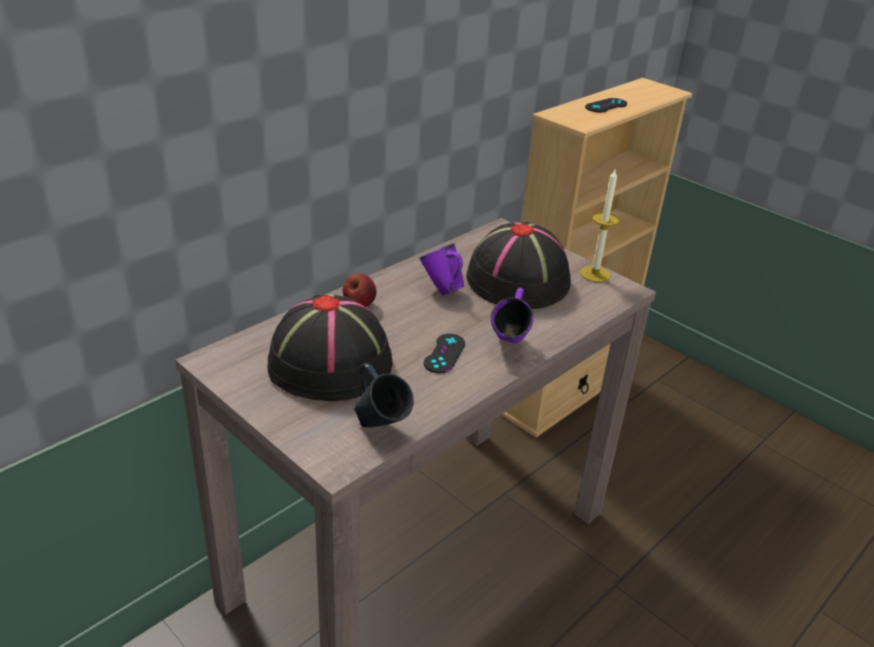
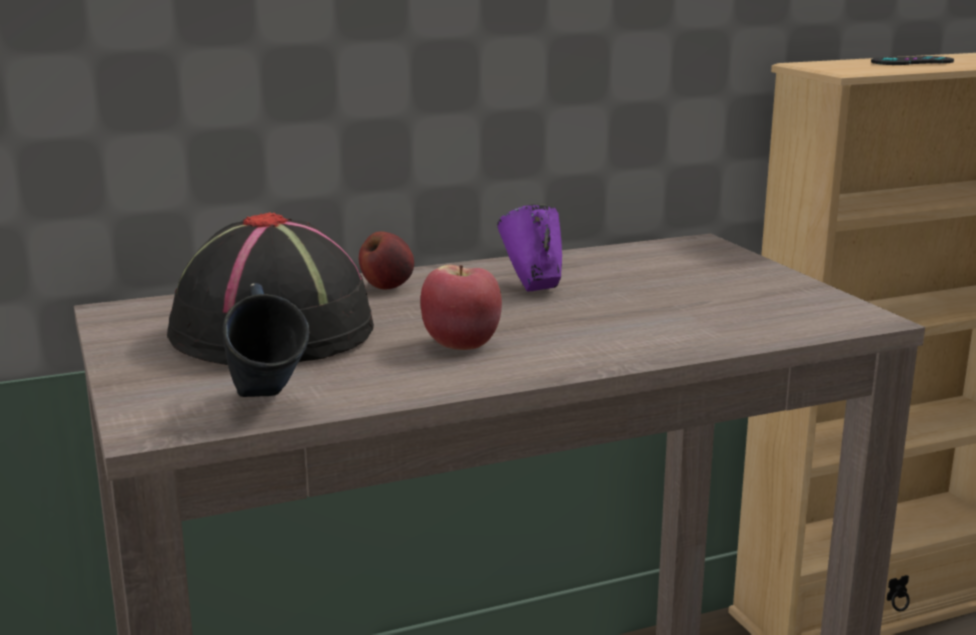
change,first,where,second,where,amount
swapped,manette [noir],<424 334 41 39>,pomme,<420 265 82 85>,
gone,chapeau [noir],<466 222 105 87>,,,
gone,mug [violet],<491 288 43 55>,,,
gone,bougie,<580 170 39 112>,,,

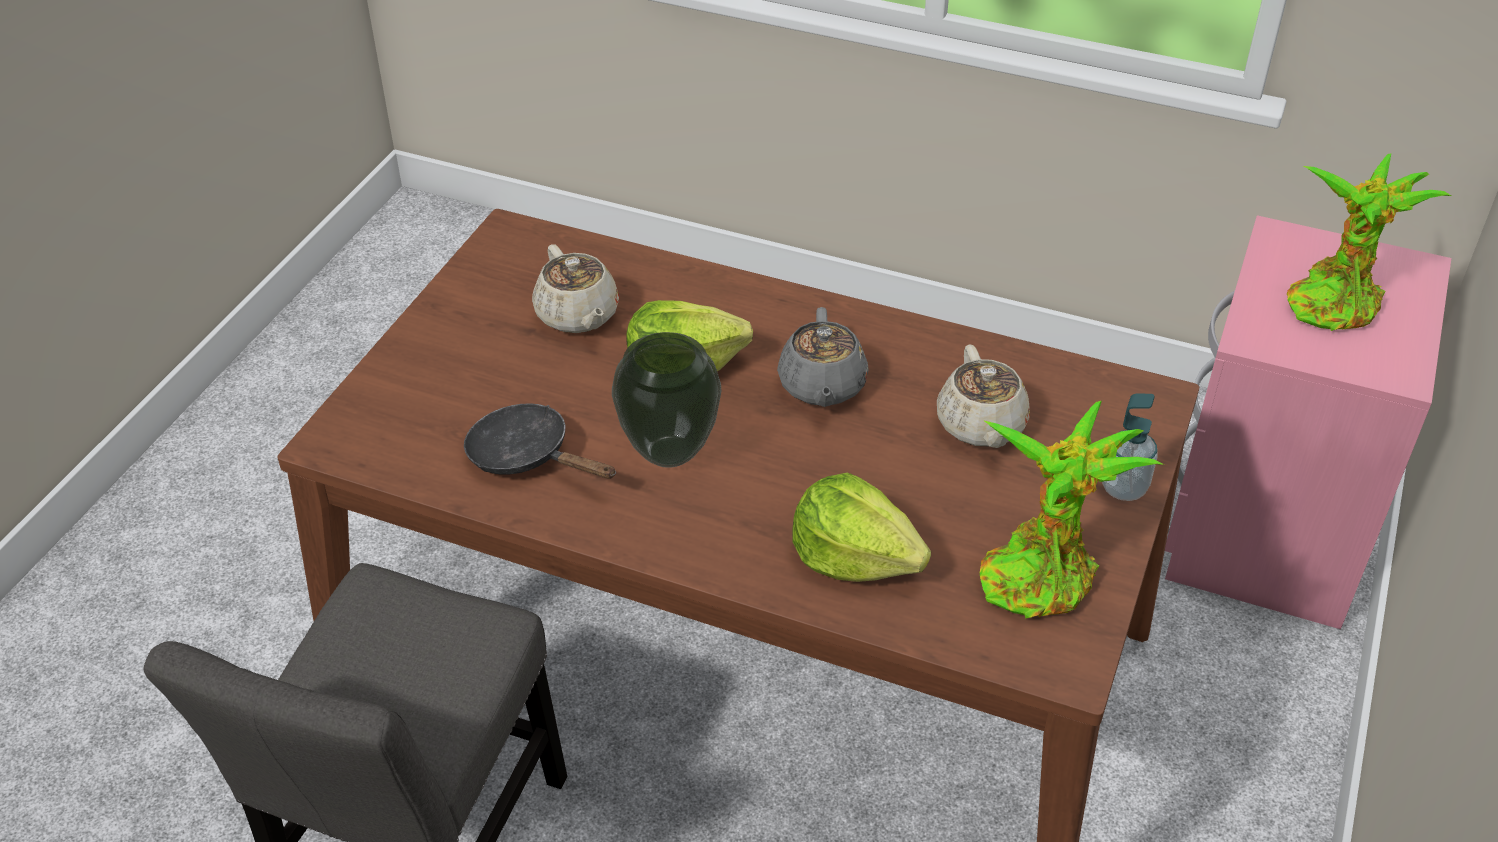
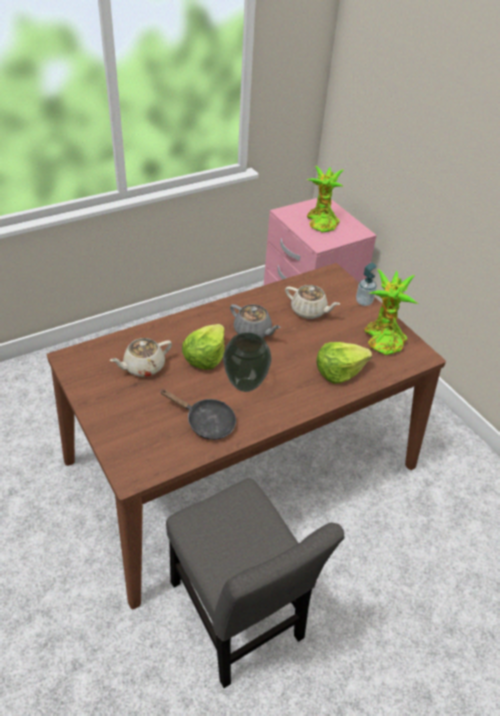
change,first,where,second,where,amount
rotated,théière [beige],<532 244 87 89>,,<110 338 62 39>,135 degrees clockwise
rotated,poêle [noir],<464 403 152 76>,,<160 389 76 51>,135 degrees counterclockwise

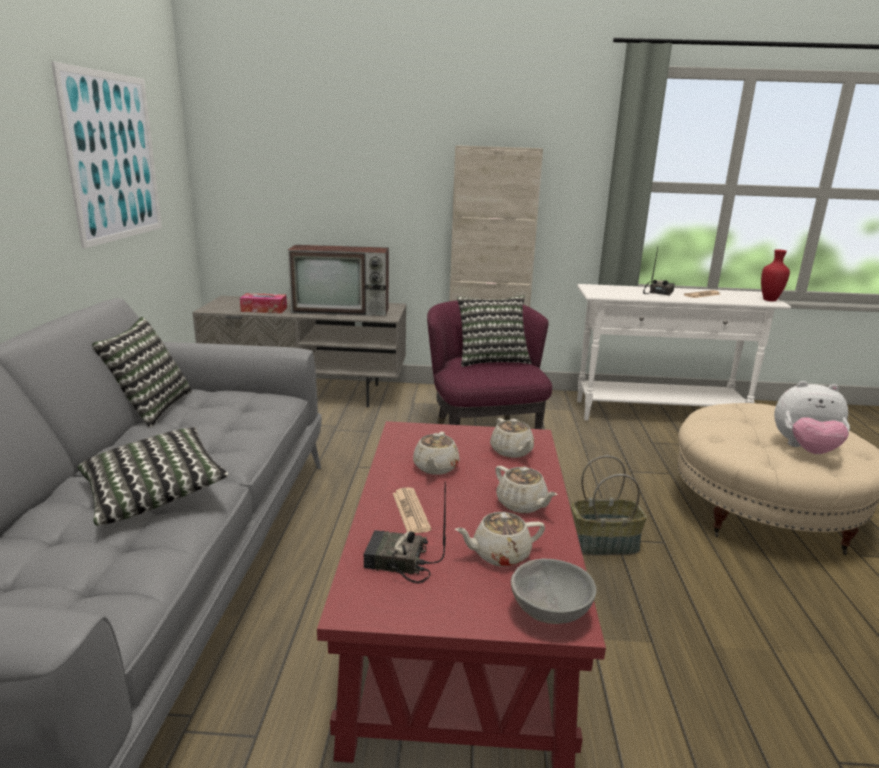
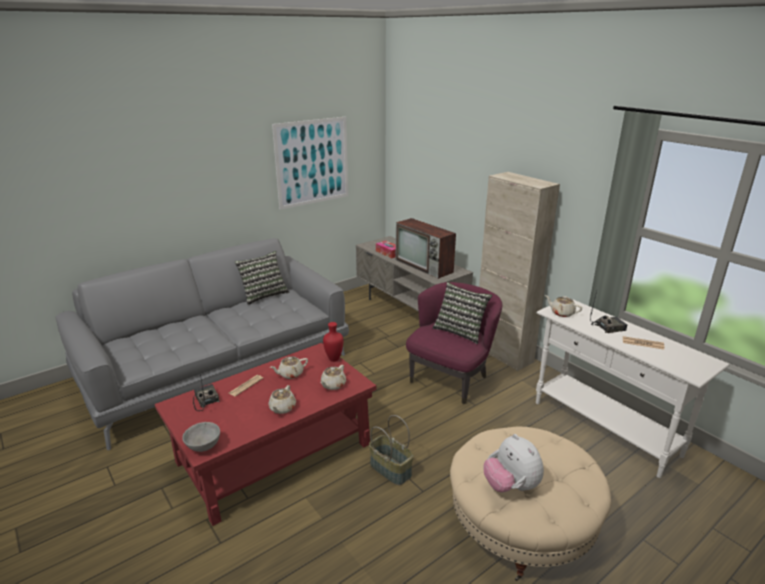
change,first,where,second,where,amount
shifted,vase [rouge],<761 249 29 52>,,<323 322 20 40>,
shifted,théière [beige],<455 512 90 55>,,<545 295 37 22>,
gone,coussin,<77 427 152 99>,,,

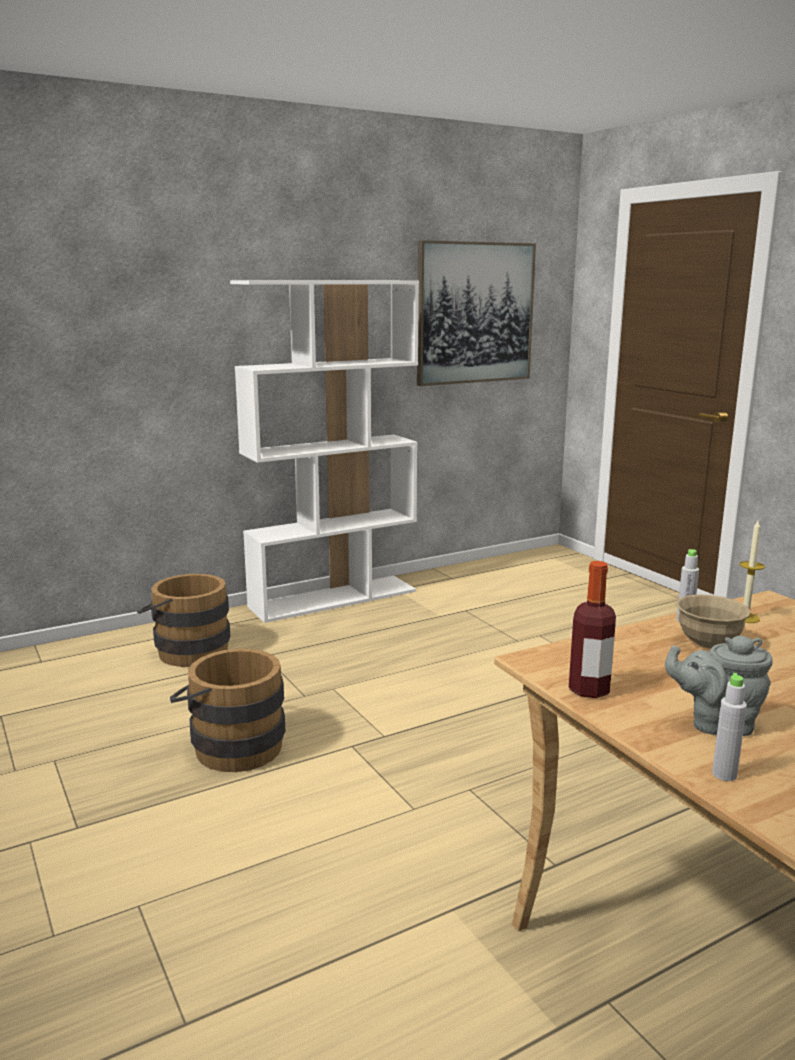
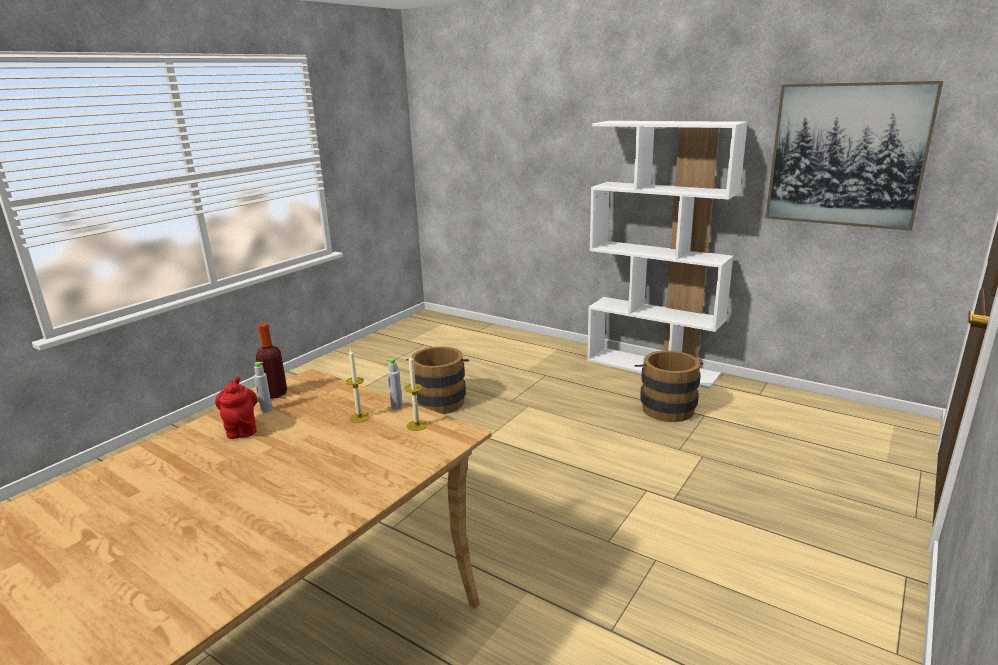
change,first,where,second,where,amount
repainted,théière [gris],<665 636 108 100>,théière [rouge],<215 376 43 63>,
shifted,bouteille [gris],<712 673 35 108>,,<254 362 19 51>,
swapped,bol [beige],<676 594 75 54>,bougie,<346 348 24 75>,
shifted,seau [marron],<137 574 93 93>,,<635 351 68 71>,

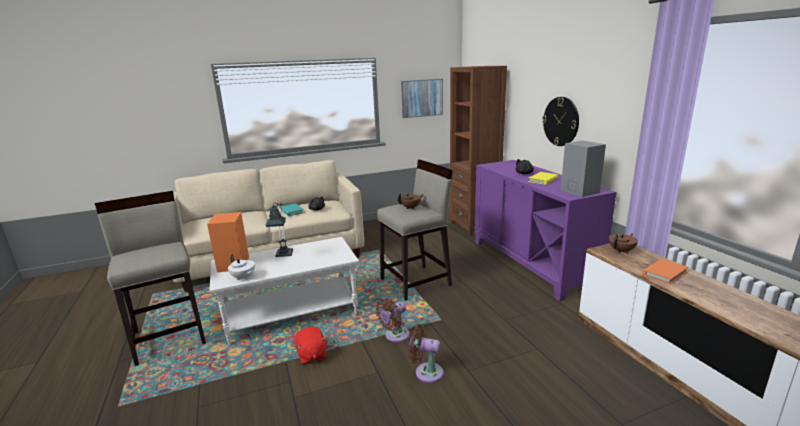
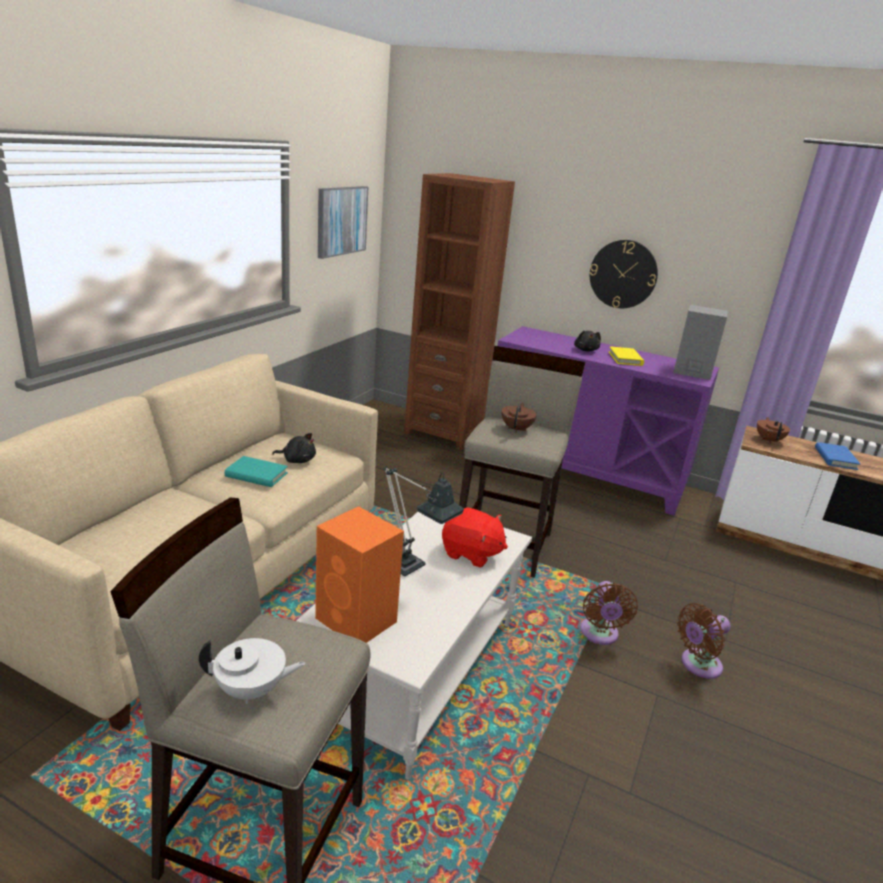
change,first,where,second,where,amount
shifted,théière [blanc],<228 254 27 26>,,<199 638 107 66>,
shifted,peluche [rouge],<295 327 33 37>,,<442 507 66 61>,
repainted,livre [orange],<642 259 46 26>,livre [bleu],<815 442 45 28>,

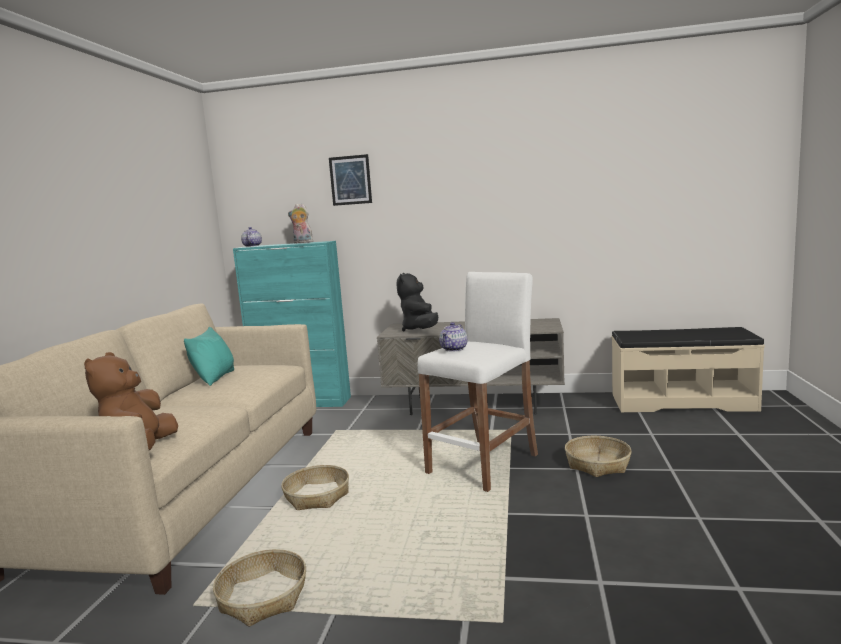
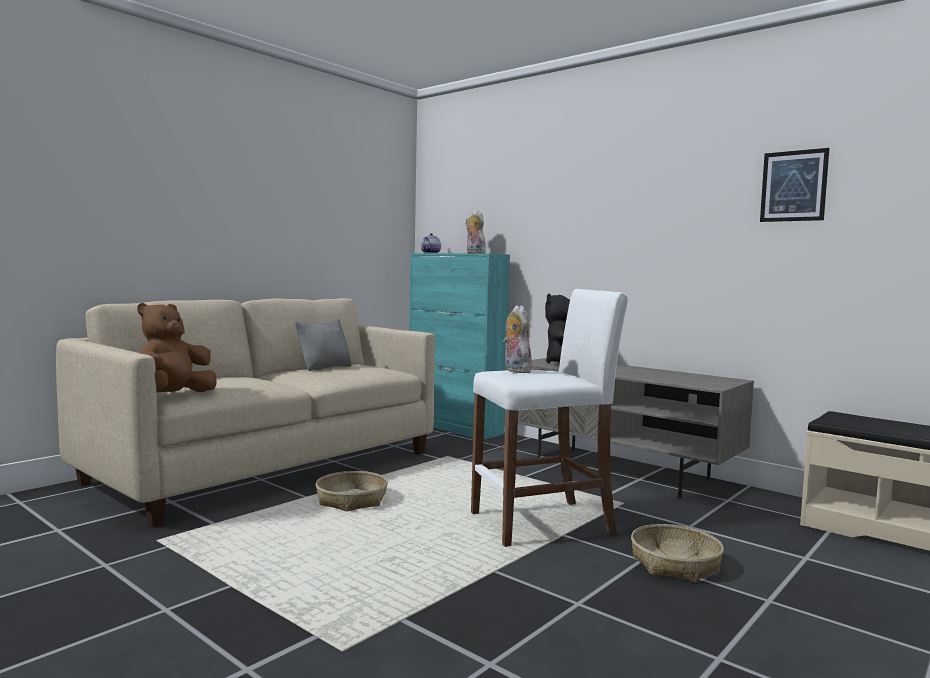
change,first,where,second,where,amount
repainted,coussin [turquoise],<184 327 50 59>,coussin [gris],<295 319 57 52>,
swapped,théière,<439 322 28 30>,peluche,<503 305 29 68>,
shifted,tableau,<329 154 43 52>,,<760 148 69 74>,
gone,panier,<213 549 93 78>,,,

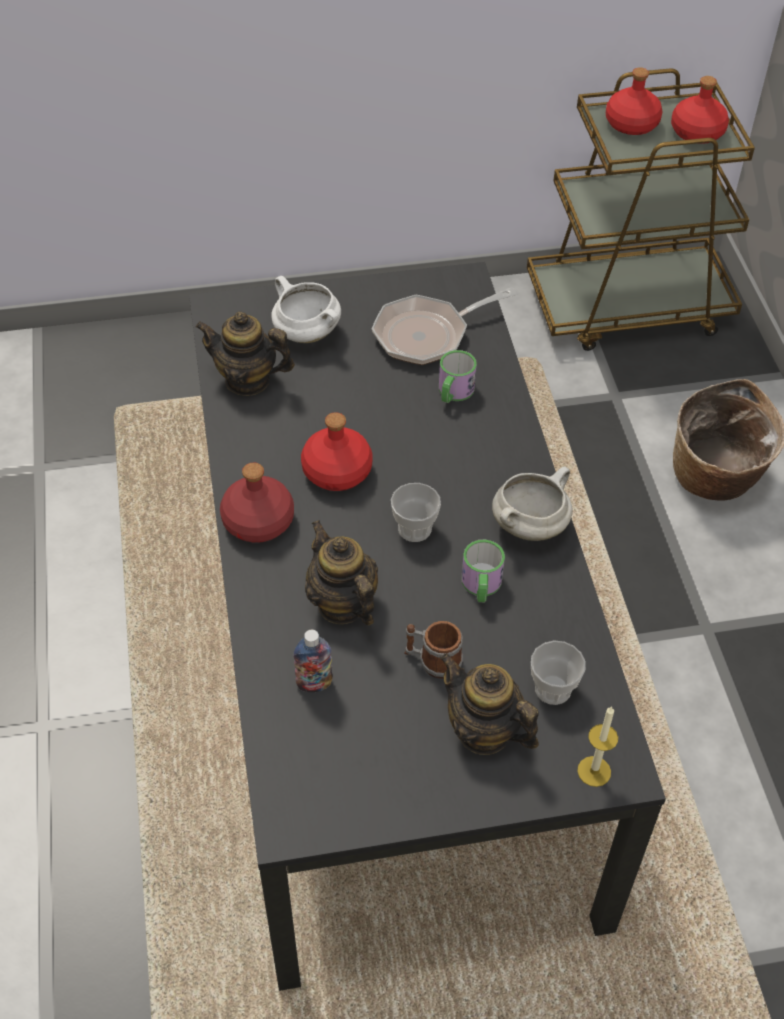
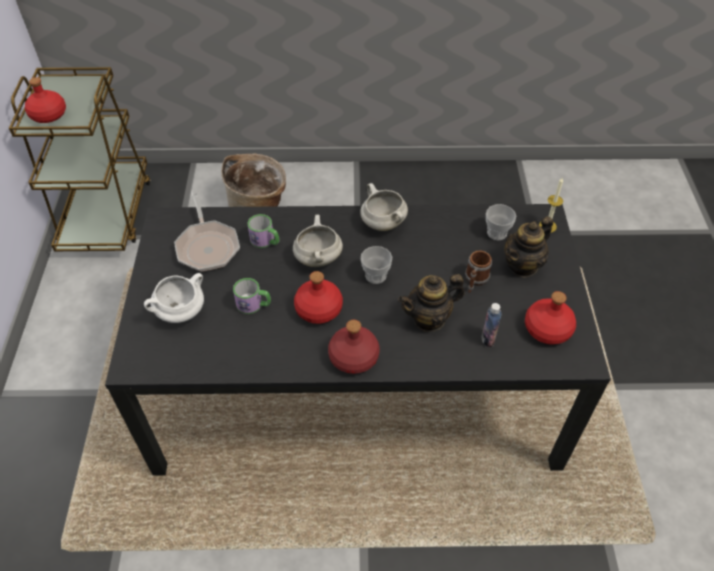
change,first,where,second,where,amount
shifted,mug,<461 539 44 64>,,<233 278 38 36>,
new,,,marmite [blanc],<293 215 50 52>,
shifted,bouteille [rouge],<671 76 58 68>,,<525 291 51 53>,
gone,théière,<195 311 100 85>,,,

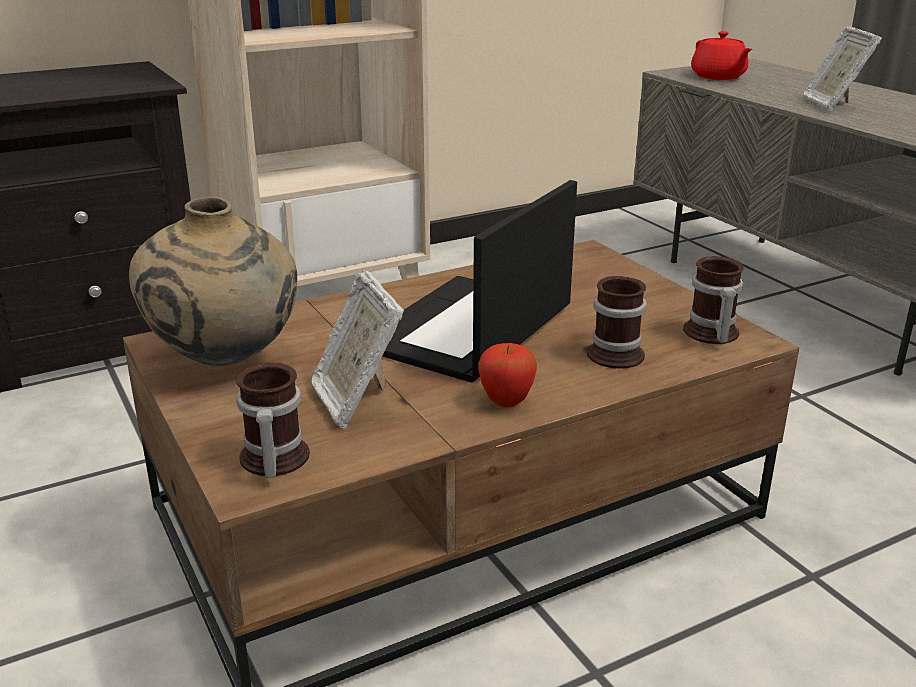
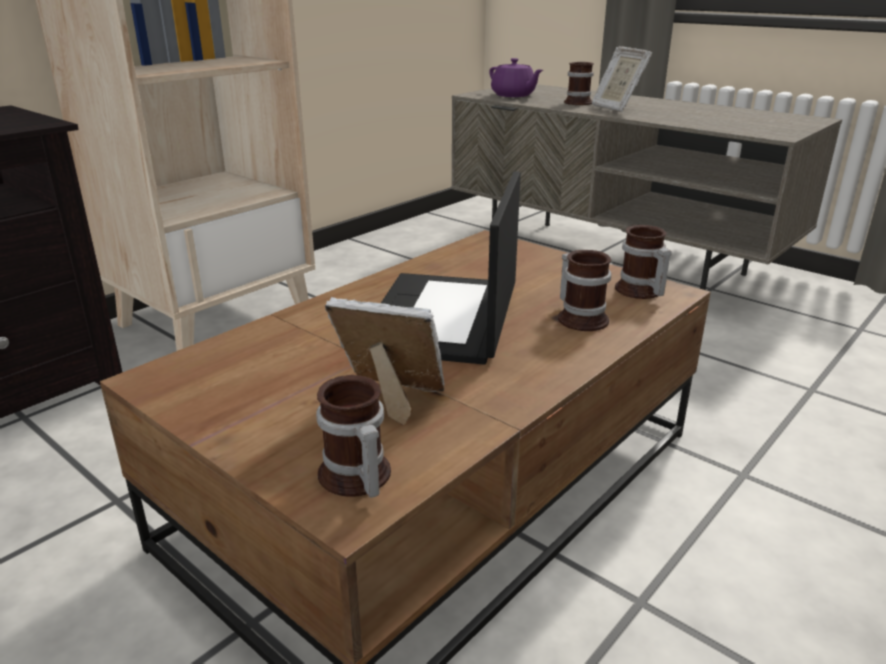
change,first,where,second,where,amount
rotated,cadre photo,<311 270 93 159>,,<325 297 120 128>,150 degrees clockwise
repainted,théière [rouge],<691 31 61 49>,théière [violet],<489 58 54 39>,
new,,,mug,<564 62 30 43>,
gone,vase [beige],<129 197 168 169>,,,
gone,pomme,<478 343 59 64>,,,

